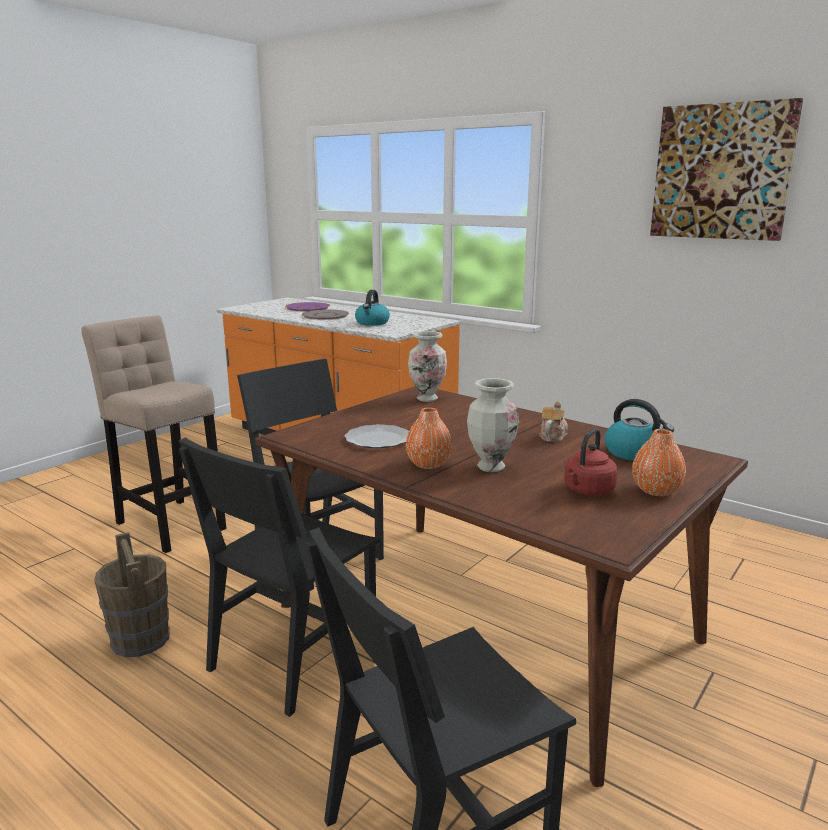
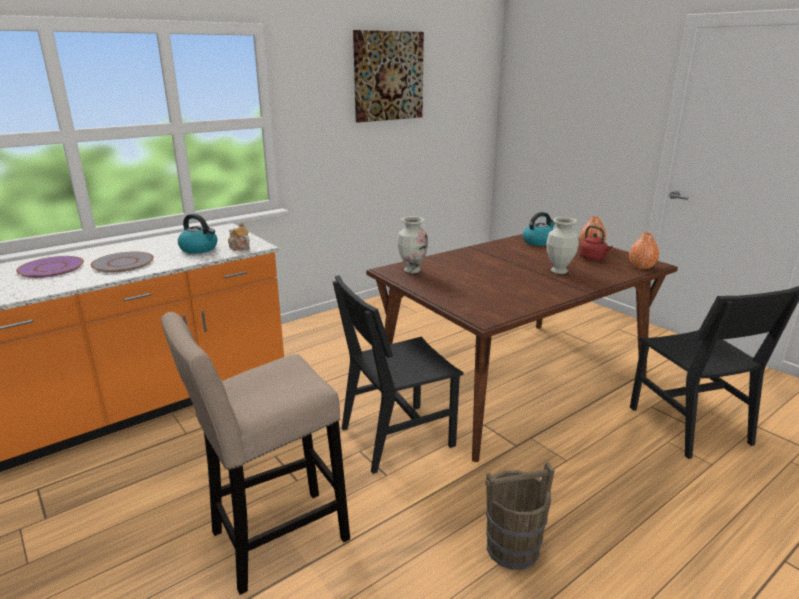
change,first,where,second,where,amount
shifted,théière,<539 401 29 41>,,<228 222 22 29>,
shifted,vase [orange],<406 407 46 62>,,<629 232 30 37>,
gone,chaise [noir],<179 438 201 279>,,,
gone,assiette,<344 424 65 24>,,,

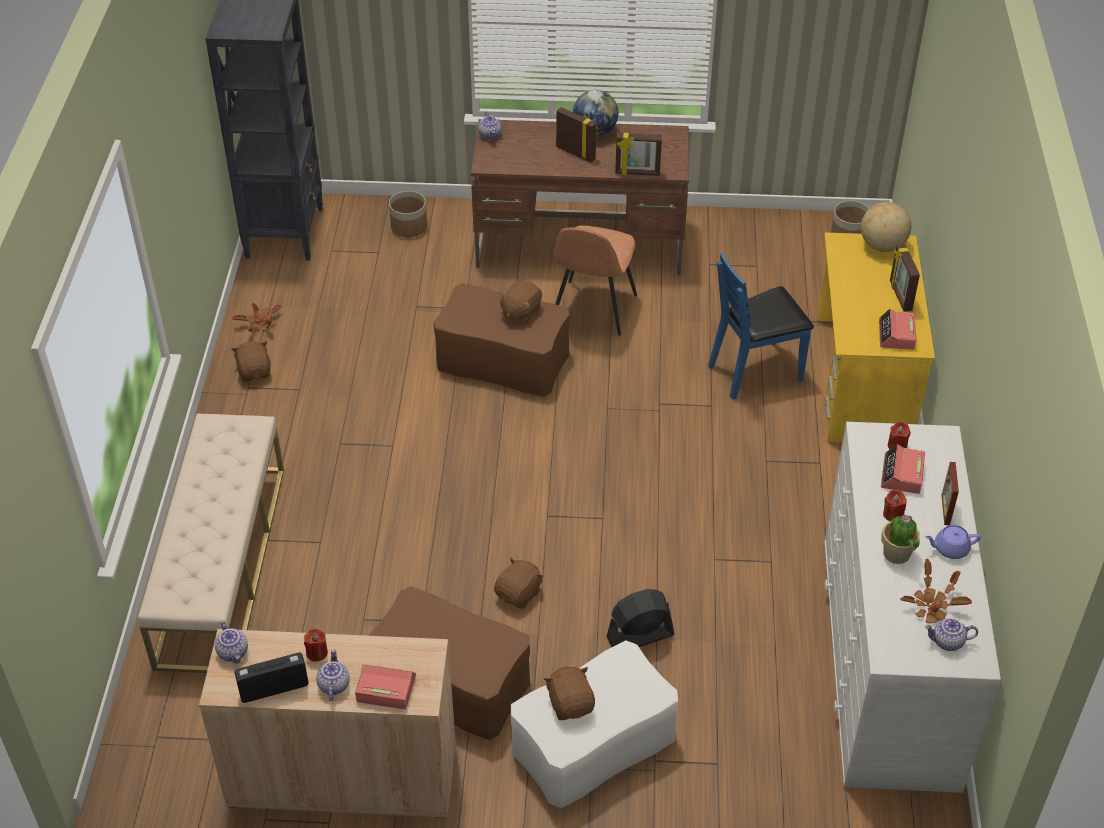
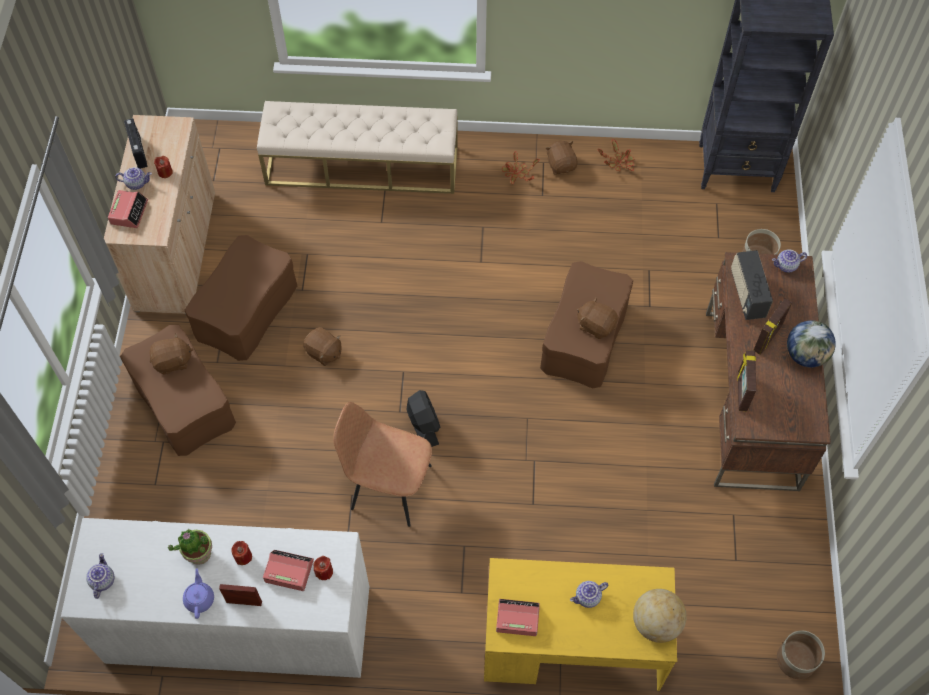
change,first,where,second,where,amount
repainted,pouf [blanc],<511 641 167 167>,pouf [marron],<120 325 116 131>,
shifted,chaise [marron],<553 226 84 110>,,<333 402 99 125>,
shifted,ventilateur [noir],<607 589 67 58>,,<407 390 33 57>,
shifted,plante en pot,<900 559 72 64>,,<502 151 38 33>,
rotated,peluche [marron],<231 341 40 41>,,<546 141 32 33>,90 degrees counterclockwise
shifted,théière,<215 621 33 42>,,<570 581 38 27>,
new,,,radio,<731 250 42 70>,
gone,chaise [bleu],<708 252 106 148>,,,
gone,cadre photo,<890 244 30 68>,,,

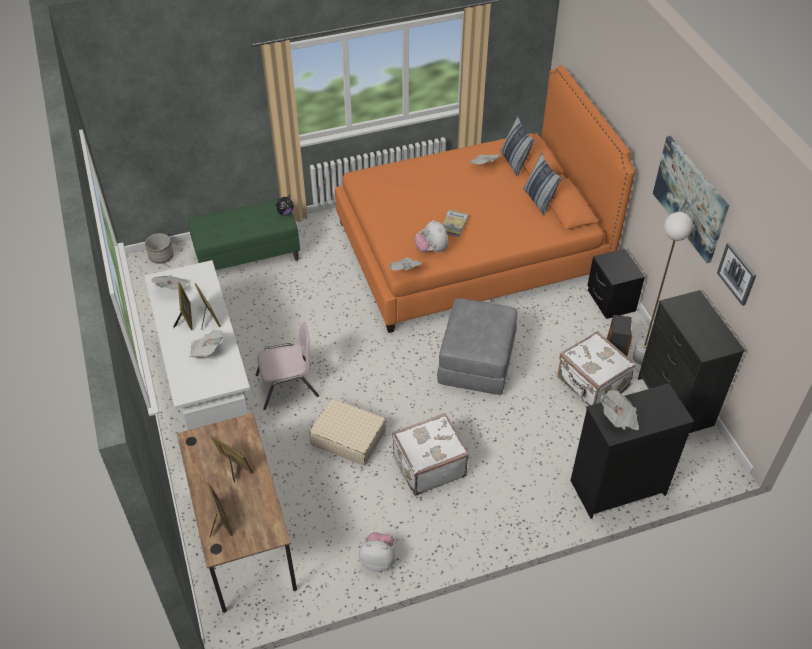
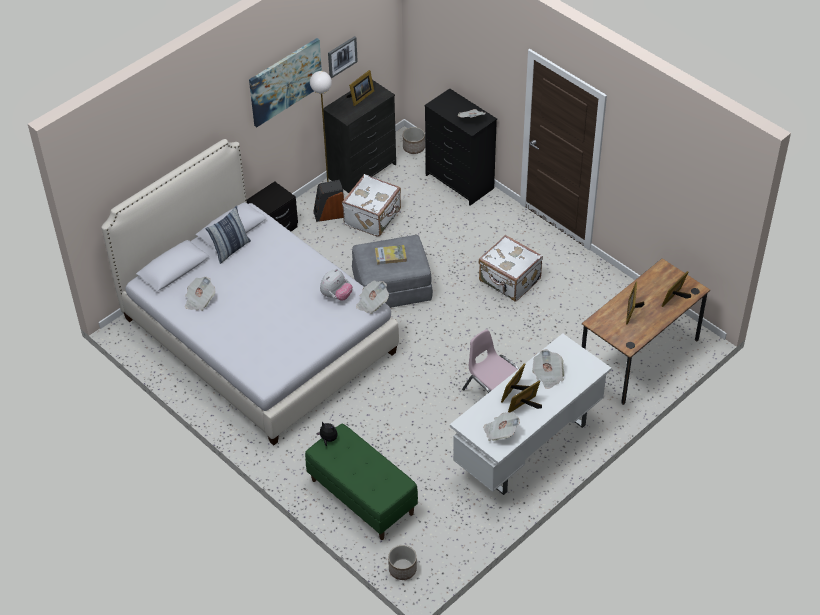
change,first,where,second,where,amount
repainted,lit [orange],<335 65 300 268>,lit [blanc],<101 139 298 306>,
new,,,cadre photo,<346 70 28 36>,
shifted,livre,<442 209 26 28>,,<375 245 32 20>,
new,,,cache-pot,<403 127 22 27>,
gone,valise [beige],<309 398 77 67>,,,
gone,peluche,<359 532 36 40>,,,
gone,coussin,<500 116 35 60>,,,

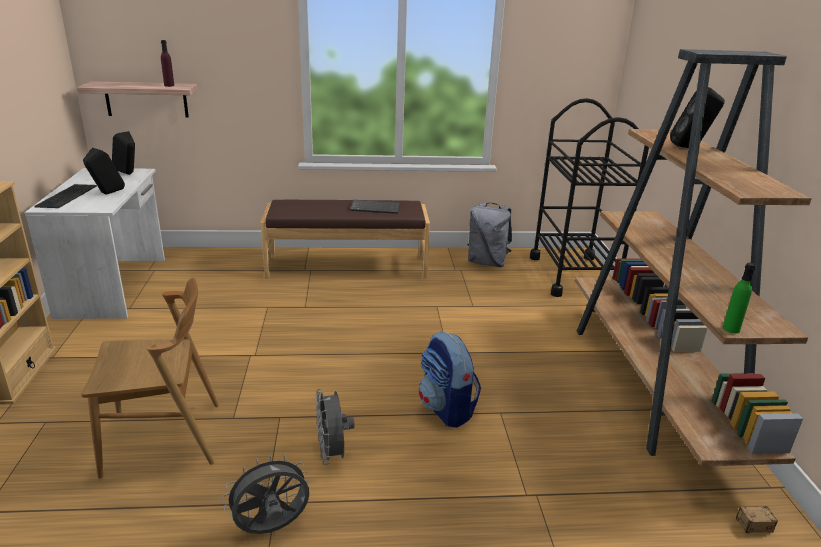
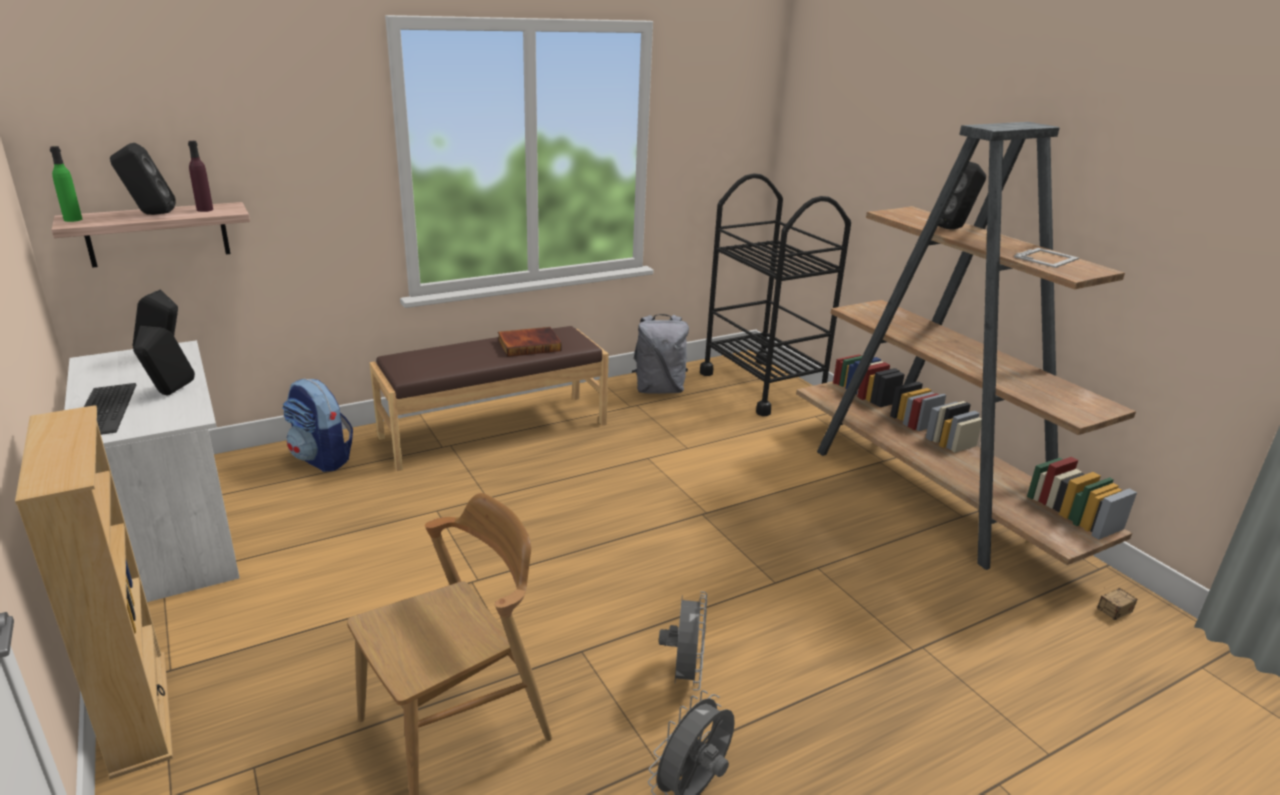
change,first,where,second,where,amount
shifted,bouteille [vert],<723 263 32 70>,,<50 146 32 76>,
new,,,enceinte [noir],<110 143 66 72>,
shifted,sac à dos,<419 331 62 97>,,<282 378 71 94>,
swapped,clavier,<350 200 50 14>,livre,<498 327 64 30>,
rotated,ventilateur [gris],<315 388 40 77>,,<659 591 48 100>,135 degrees counterclockwise
new,,,cadre photo,<1014 248 65 20>,

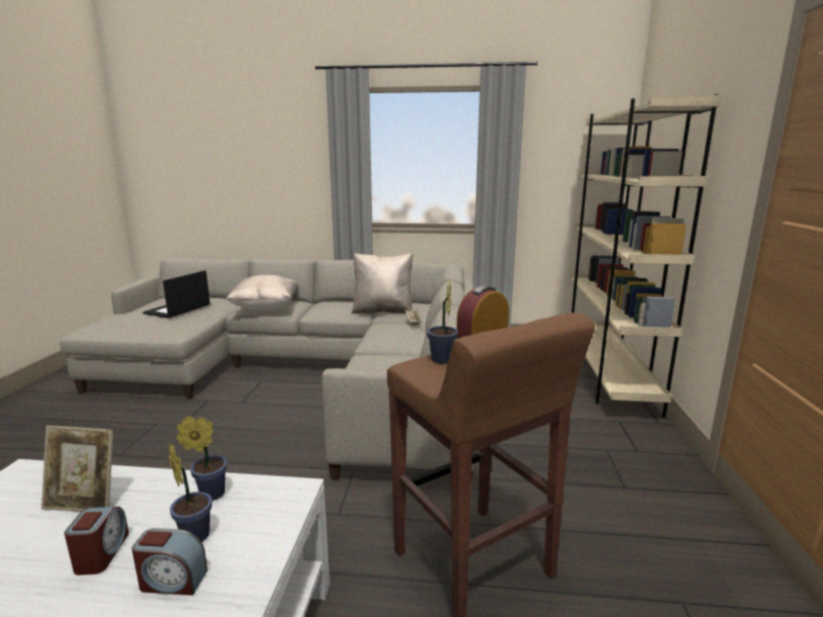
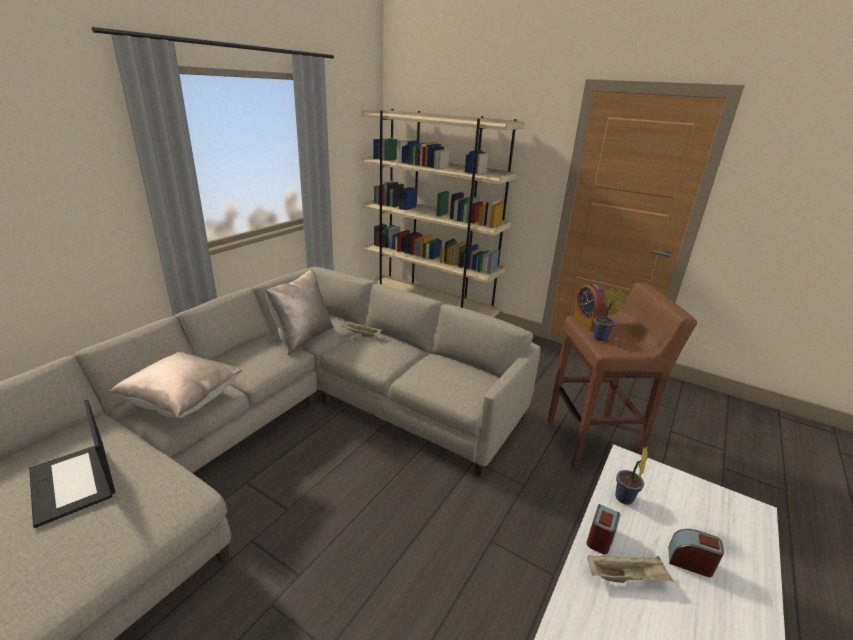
change,first,where,second,where,amount
shifted,réveil,<132 528 76 67>,,<587 504 33 50>,
swapped,cadre photo,<41 425 72 87>,plateau [beige],<587 554 87 29>,
gone,plante en pot,<169 444 43 98>,,,

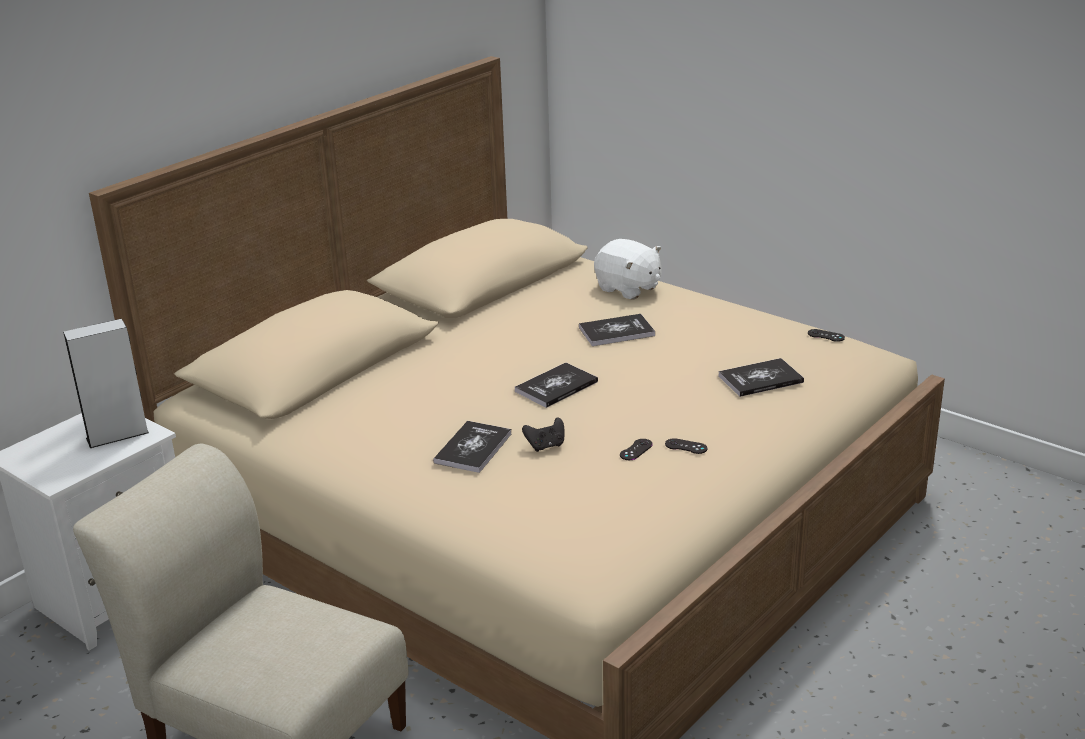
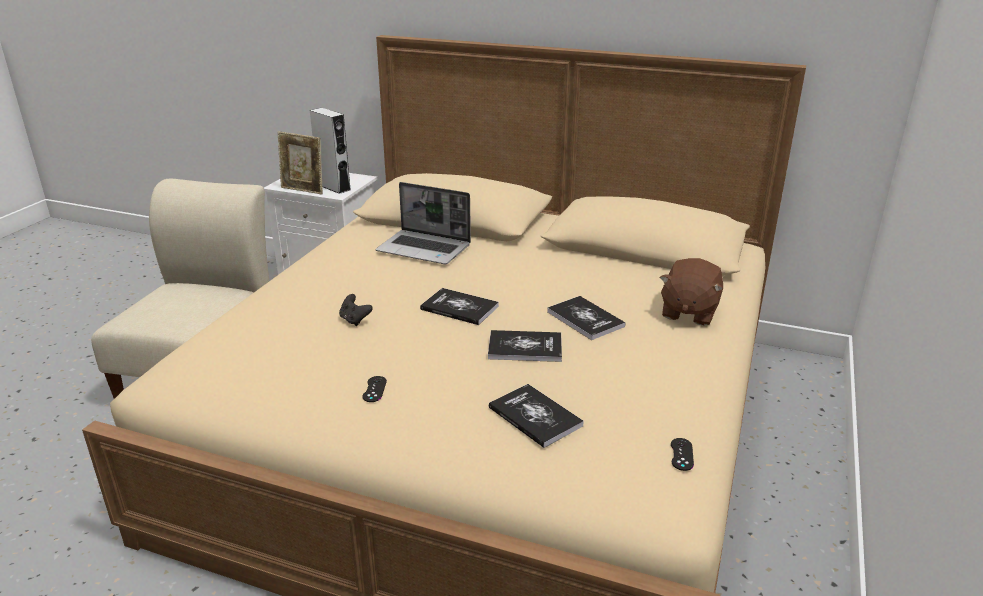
change,first,where,second,where,amount
new,,,cadre photo,<278 131 45 64>,
new,,,ordinateur portable,<375 182 96 82>,
shifted,livre,<433 421 78 52>,,<488 330 74 32>,
repainted,peluche [blanc],<594 239 67 60>,peluche [marron],<660 258 63 68>,
gone,manette [noir],<620 439 33 21>,,,

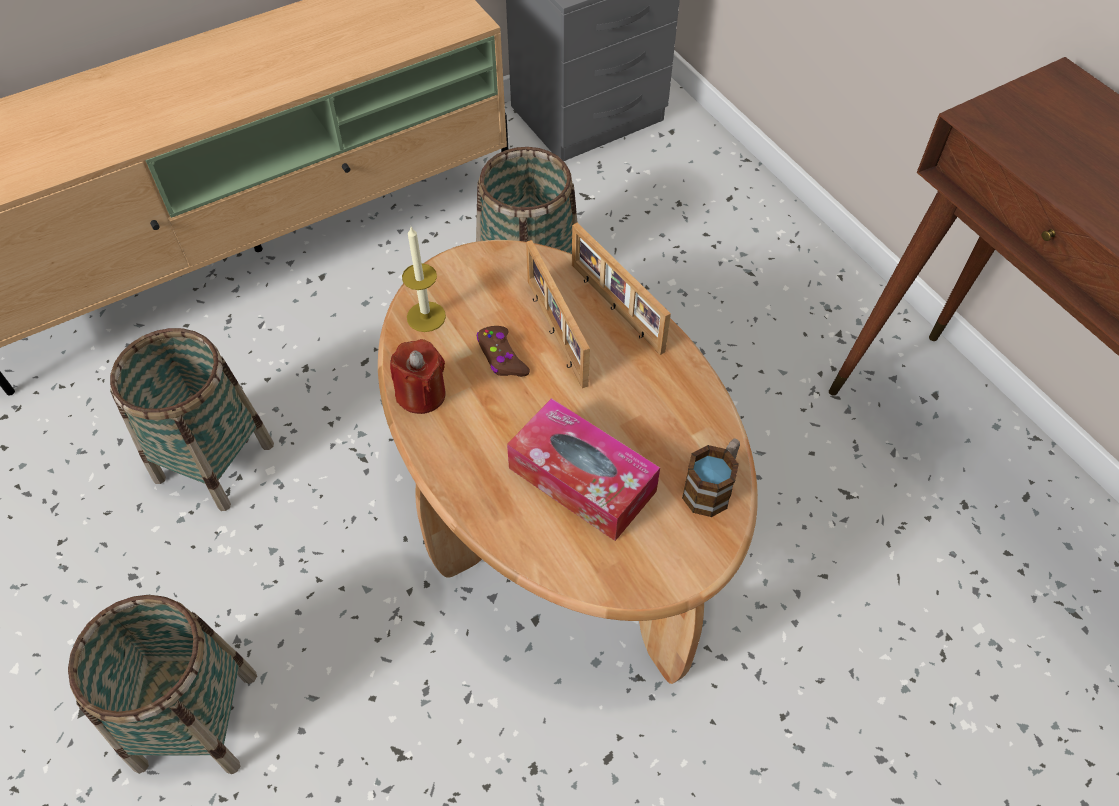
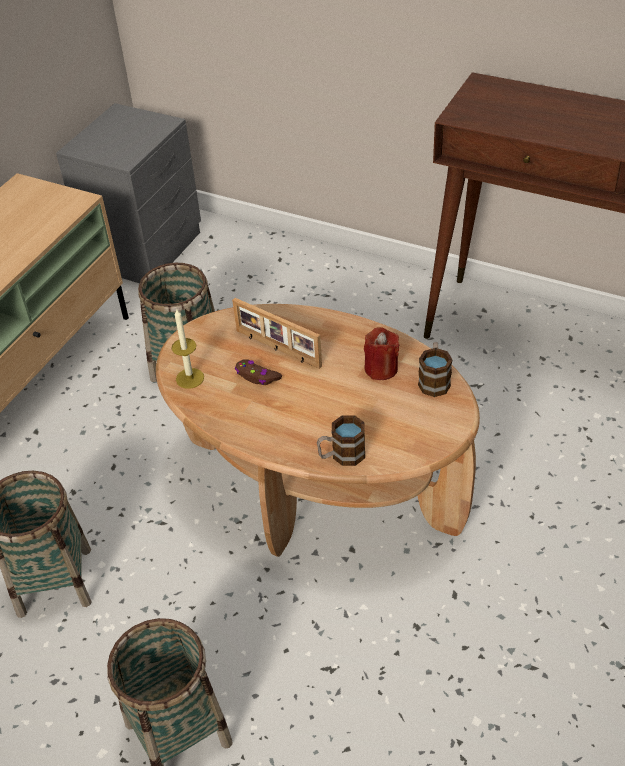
change,first,where,second,where,amount
new,,,mug,<317 415 48 51>,
shifted,bougie [rouge],<390 339 56 75>,,<364 327 35 53>,
gone,boîte à mouchoirs,<507 398 153 143>,,,
gone,cadre photo,<572 223 99 132>,,,

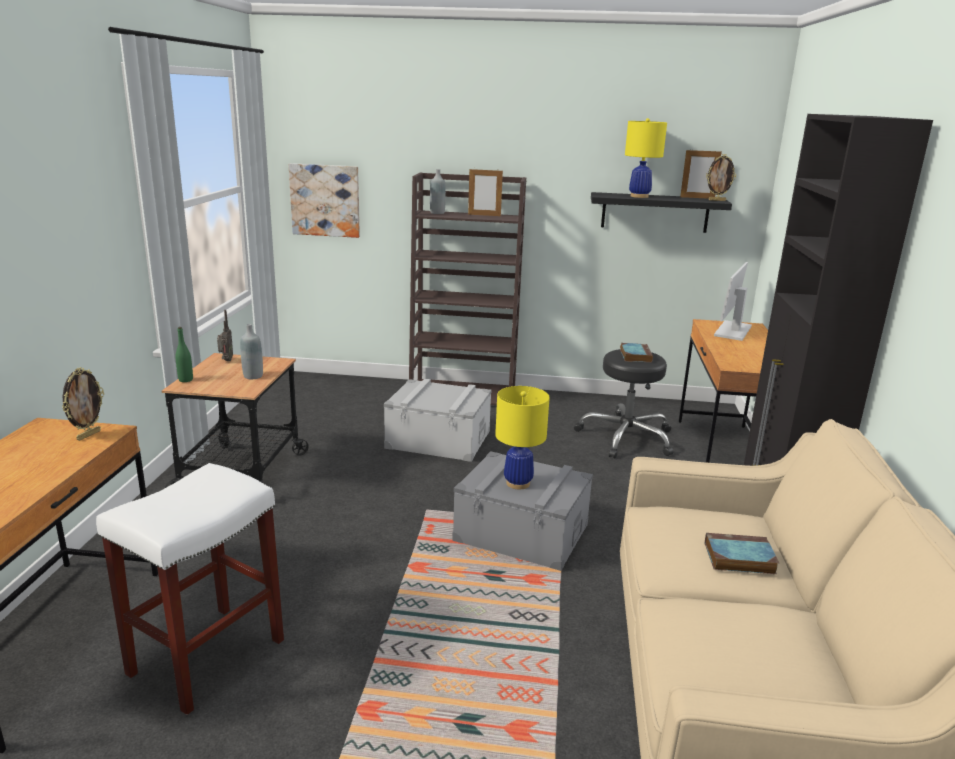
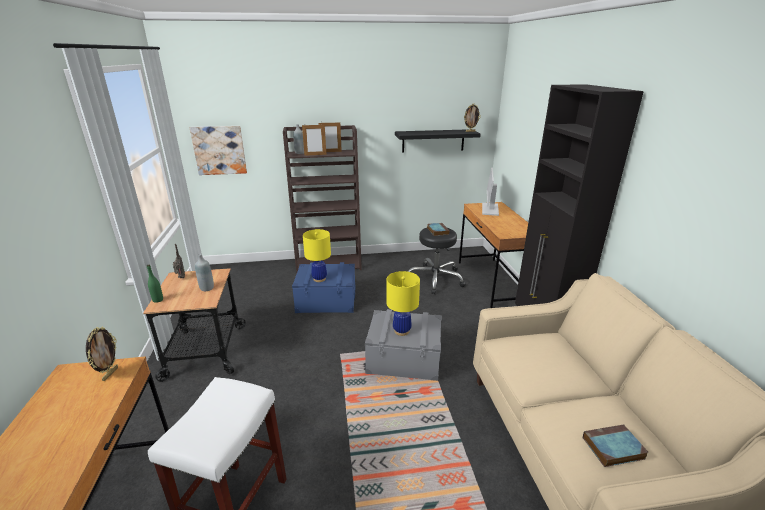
change,first,where,second,where,amount
repainted,boîte de rangement [gris],<384 379 108 83>,boîte de rangement [bleu],<292 262 63 51>,
shifted,cadre photo,<680 149 42 50>,,<302 125 24 31>,
shifted,lampe de table [jaune],<625 118 42 80>,,<303 229 28 53>,
shifted,livre,<705 533 74 41>,,<583 424 65 43>,

